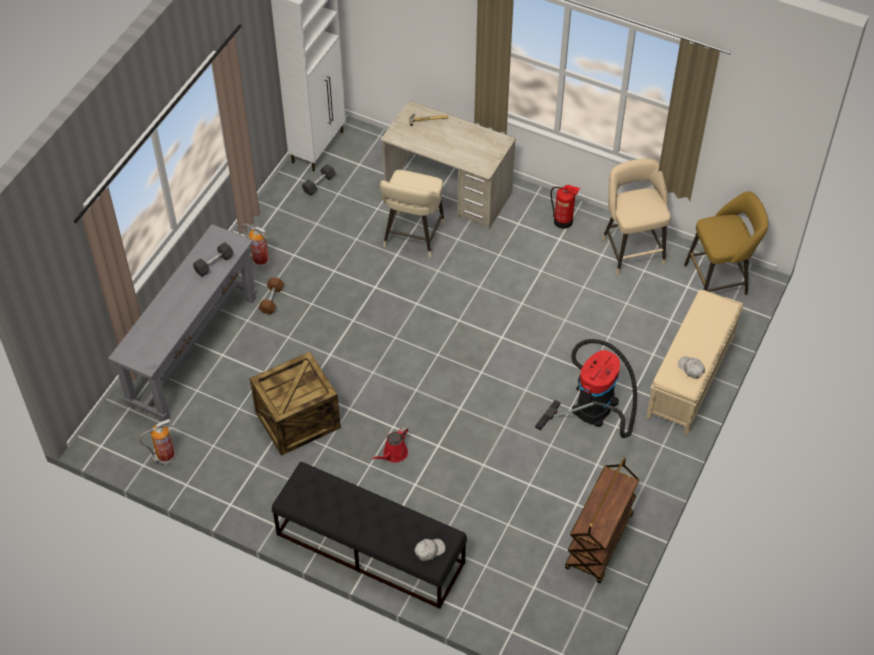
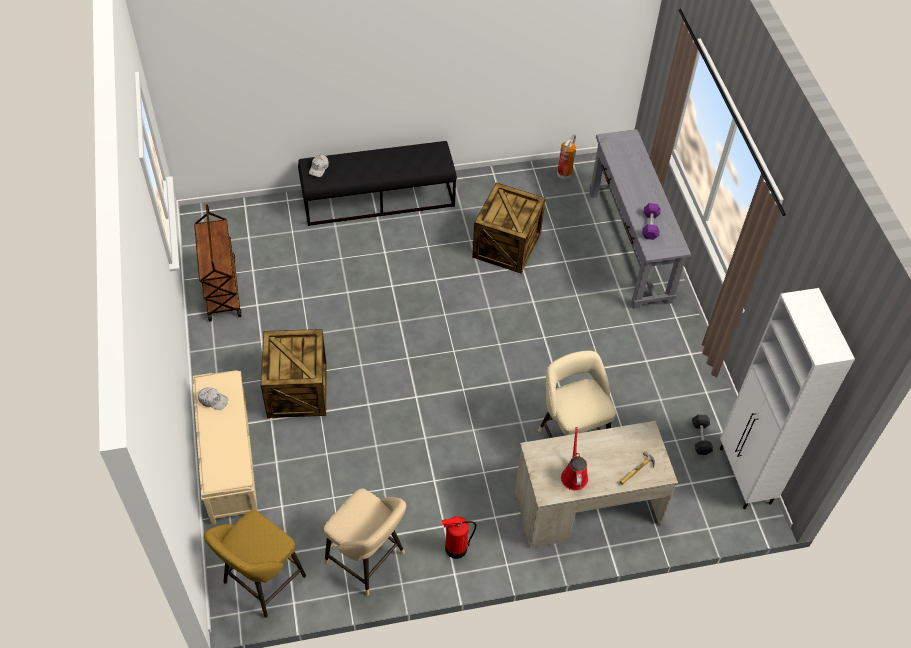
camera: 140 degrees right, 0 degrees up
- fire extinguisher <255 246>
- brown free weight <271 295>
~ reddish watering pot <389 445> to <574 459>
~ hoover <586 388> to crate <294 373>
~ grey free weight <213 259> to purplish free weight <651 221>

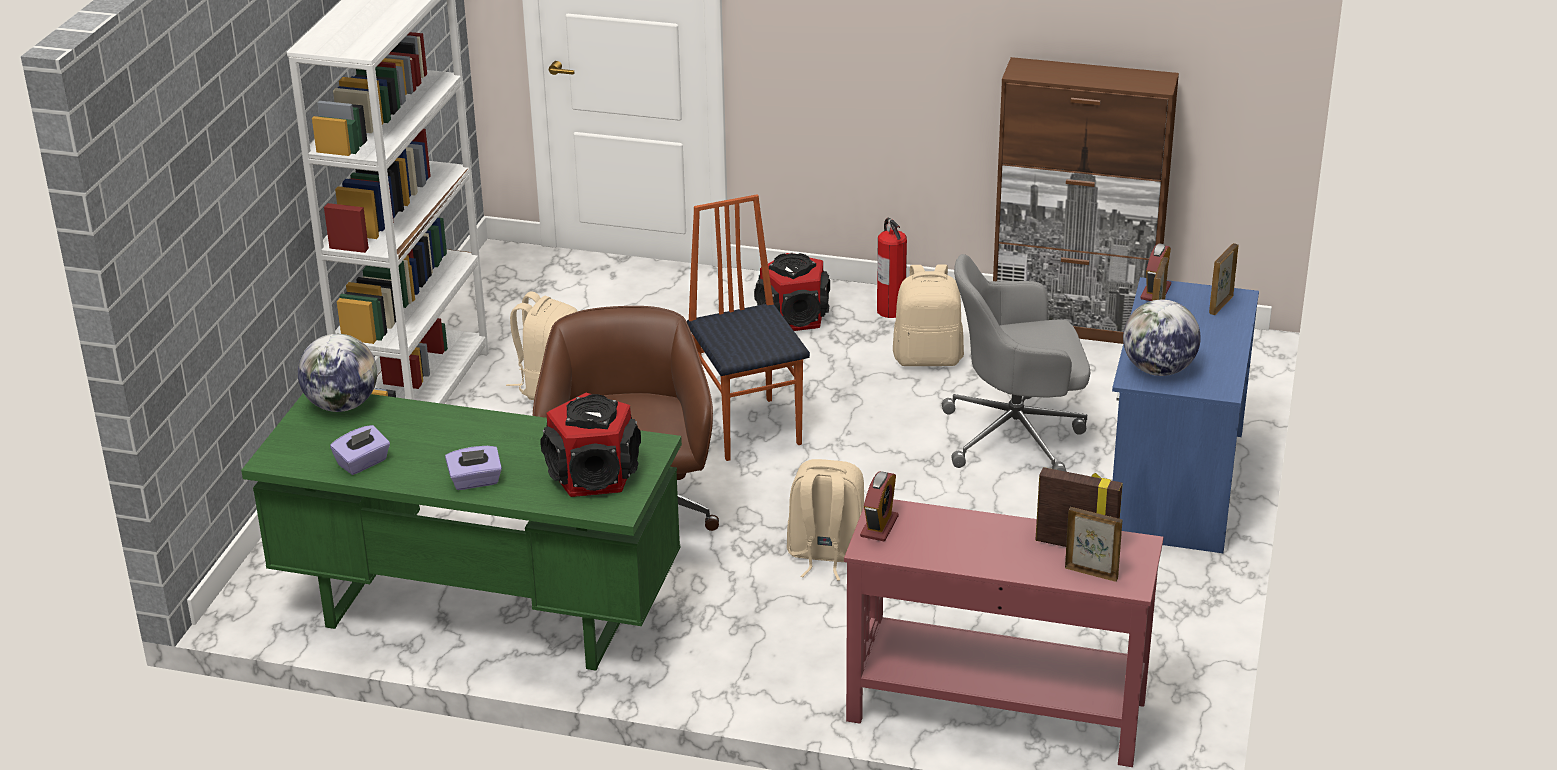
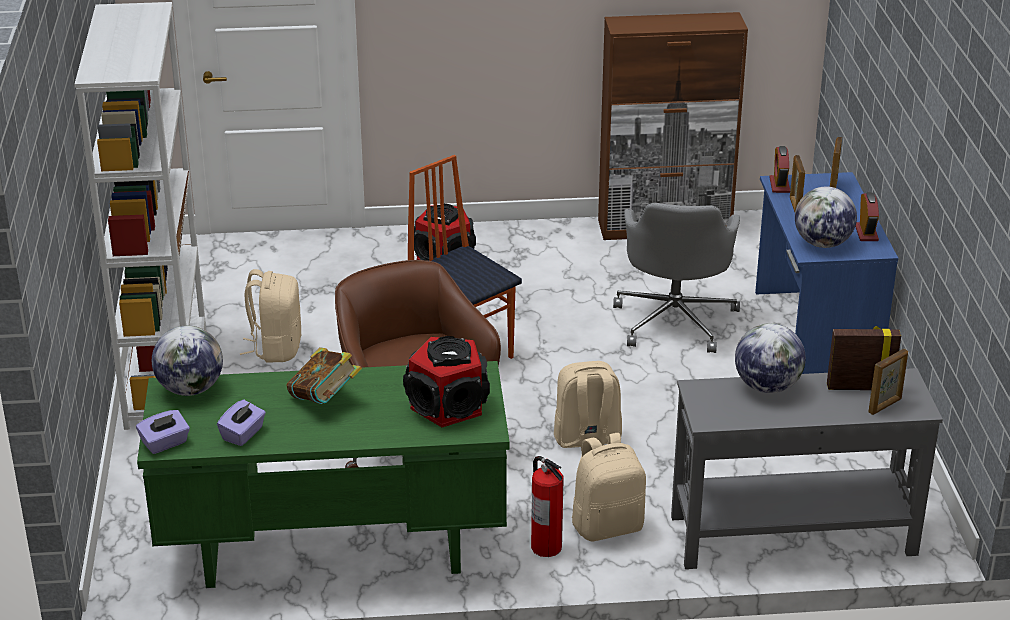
camera: 20 degrees left, 0 degrees up
+ book <324 375>
+ desk globe <770 358>
~ purplish tissue holder <473 468> to <163 432>
~ bedside clock <879 506> to <867 216>
~ fire extinguisher <892 268> to <547 506>
~ sand-coloured rucksack <928 315> to <609 487>
~ reddish narrow table <1004 633> to grey narrow table <807 468>
~ grey computer chair <1016 363> = <676 278> 60 degrees counterclockwise
~ standing frame <1093 544> = <888 382> 135 degrees clockwise

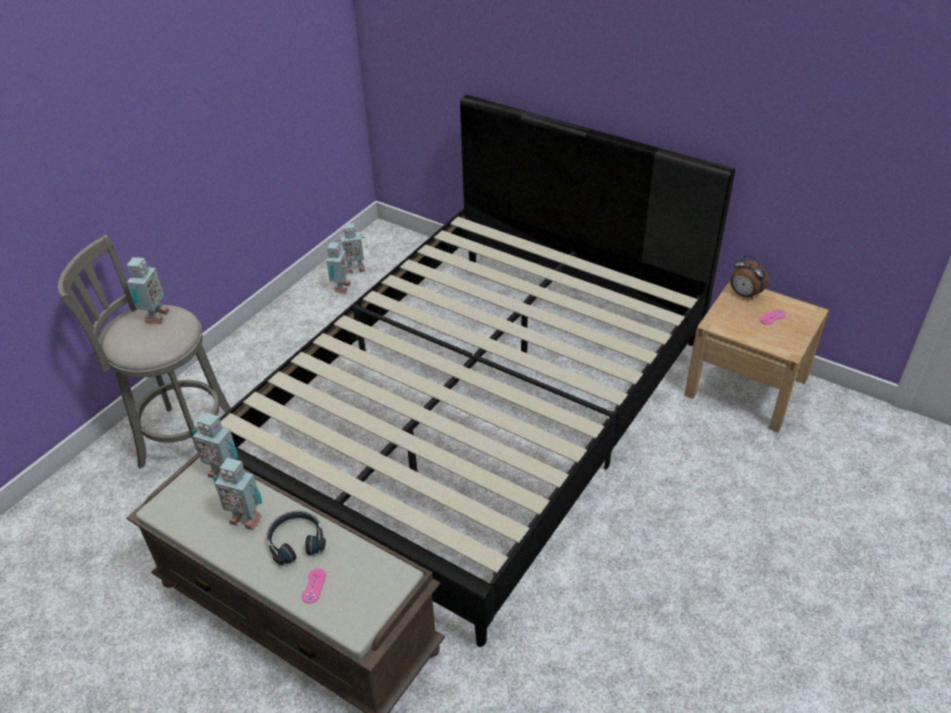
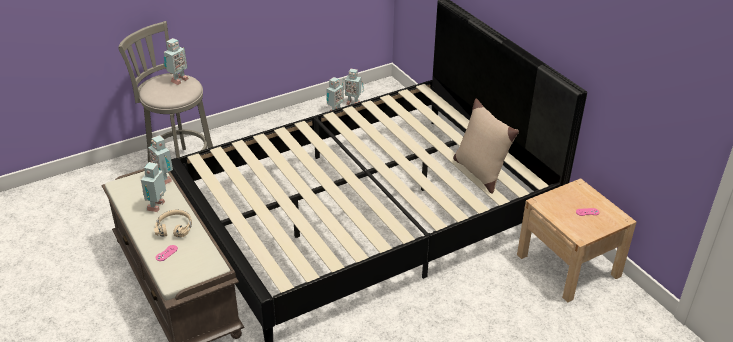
camera: 25 degrees right, 5 degrees down
- bedside clock <749 277>
+ sand-coloured throw pillow <486 146>
~ blackish headset <296 538> to sand-coloured headset <173 223>
~ robot figure <237 494> = <153 187> 60 degrees clockwise

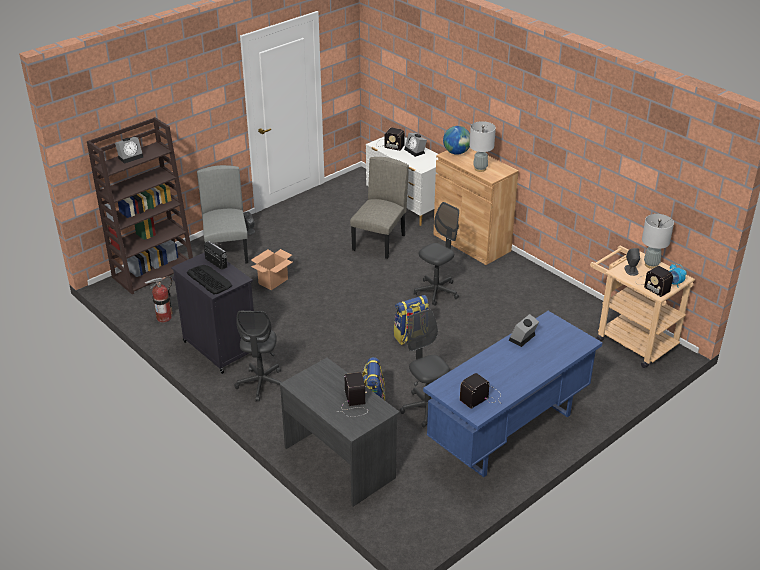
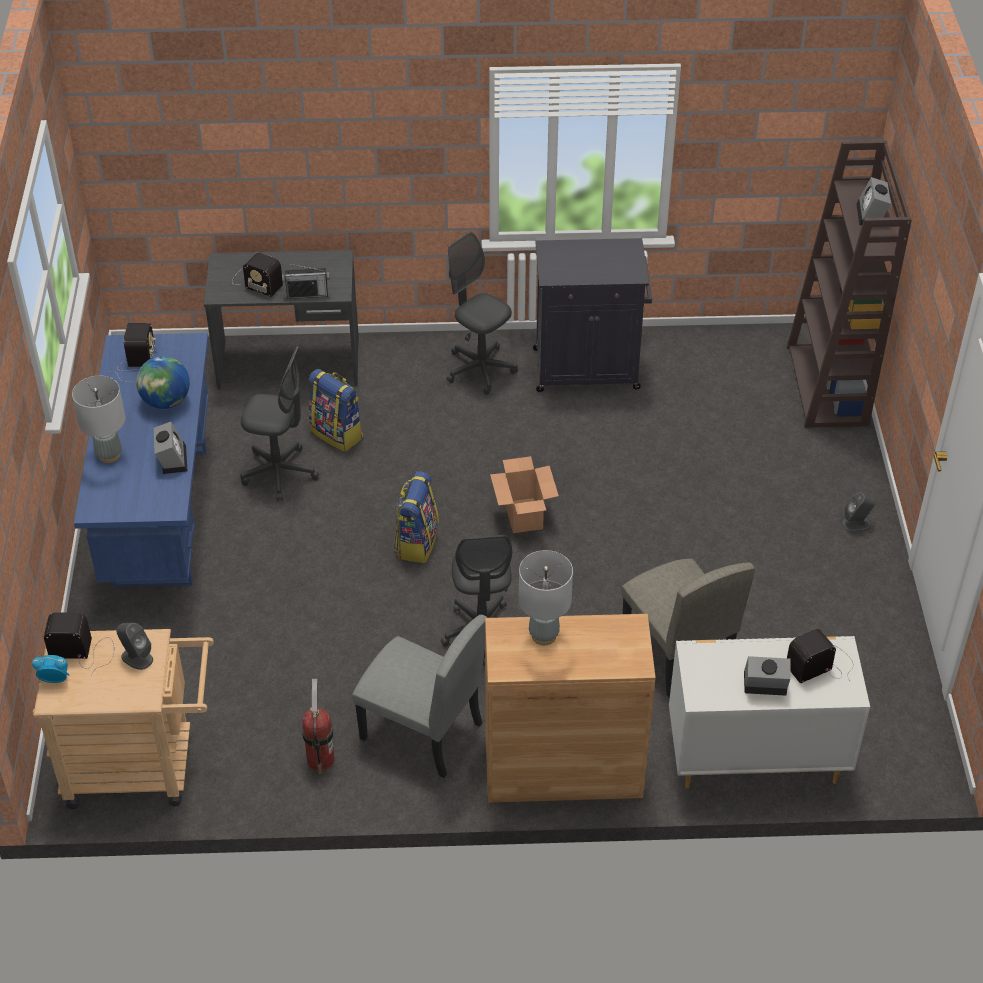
camera: 130 degrees right, 10 degrees up
- keyboard <209 279>
~ fire extinguisher <158 299> to <318 727>
~ grey chair <222 214> to <419 696>
~ radio receiver <215 255> to <306 281>
~ cardboard box <272 269> to <524 494>
~ desk globe <456 140> to <163 382>
~ grey tabletop lamp <658 241> to <98 419>

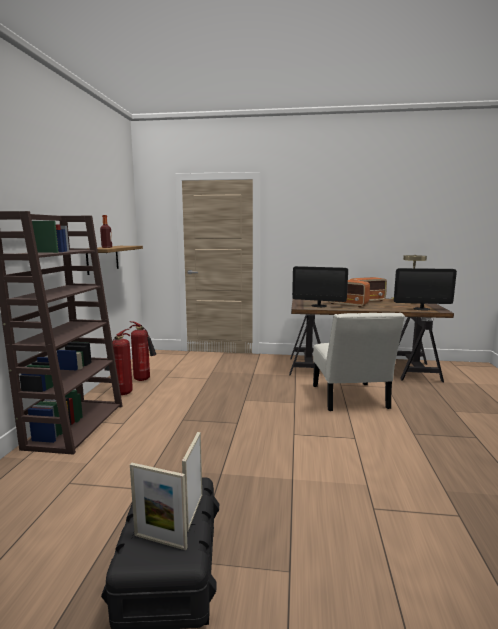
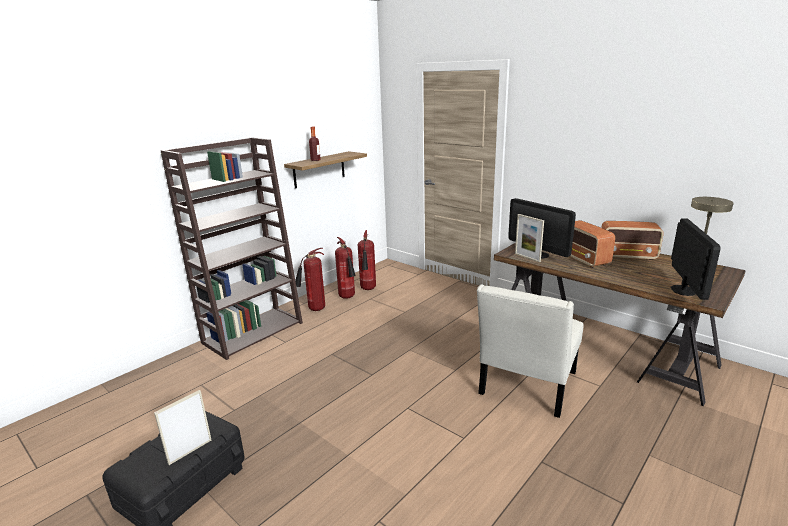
camera: 35 degrees right, 10 degrees up
+ fire extinguisher <367 260>
~ standing frame <159 506> to <529 238>
~ monitor <425 289> = <695 259> 120 degrees counterclockwise

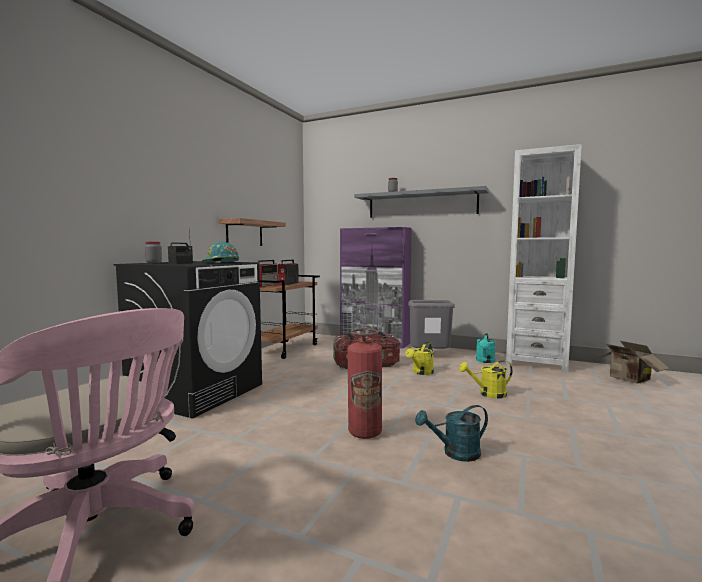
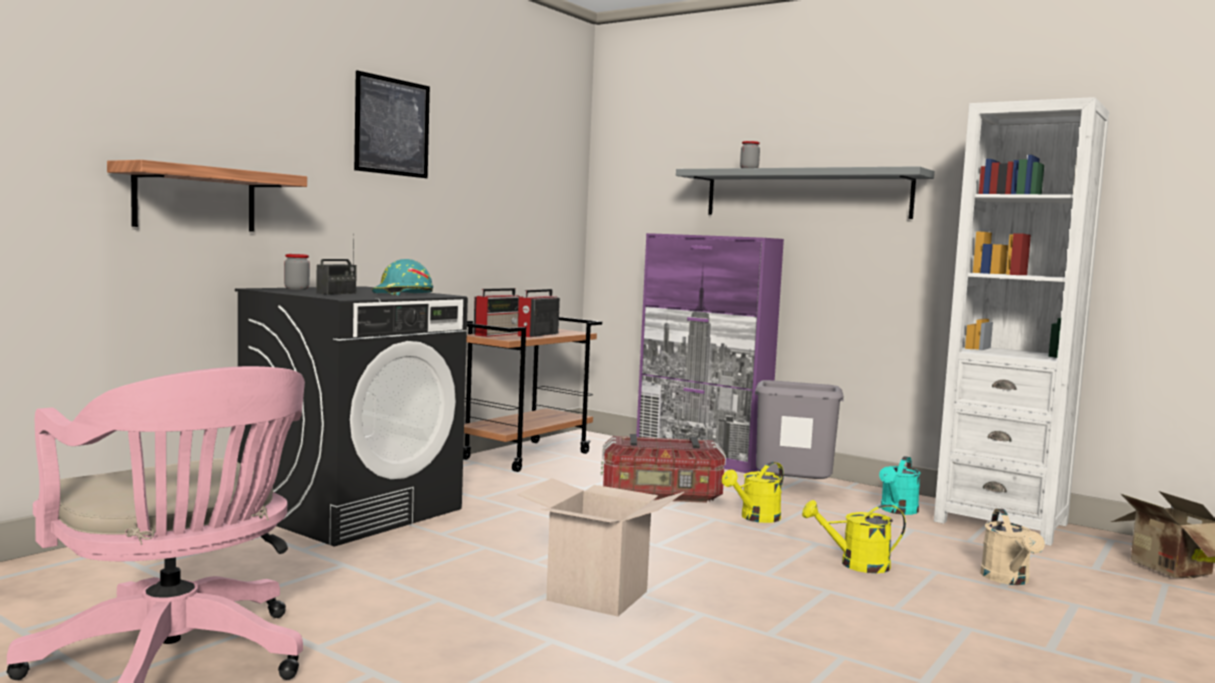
camera: 10 degrees right, 0 degrees up
- blue-green watering pot <451 433>
+ wall picture <392 124>
+ sand-coloured watering pot <1012 546>
~ wall shelf <252 232> to <207 196>
~ fire extinguisher <365 383> to cardboard box <600 547>

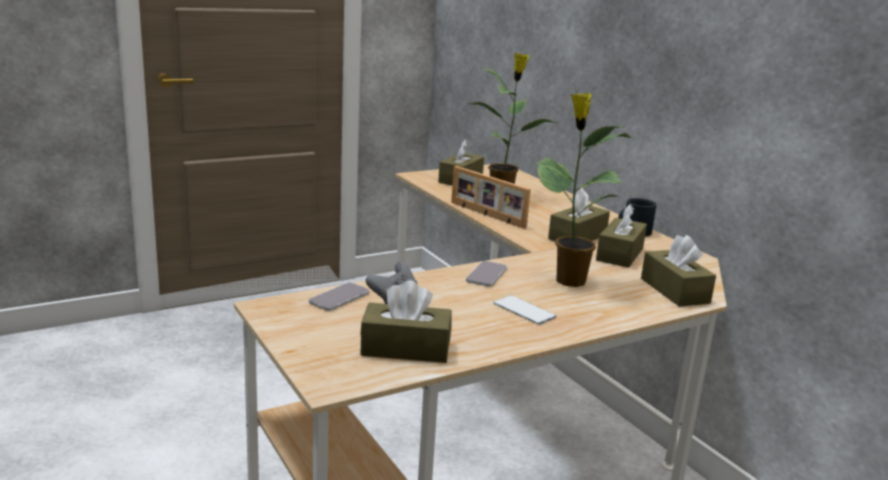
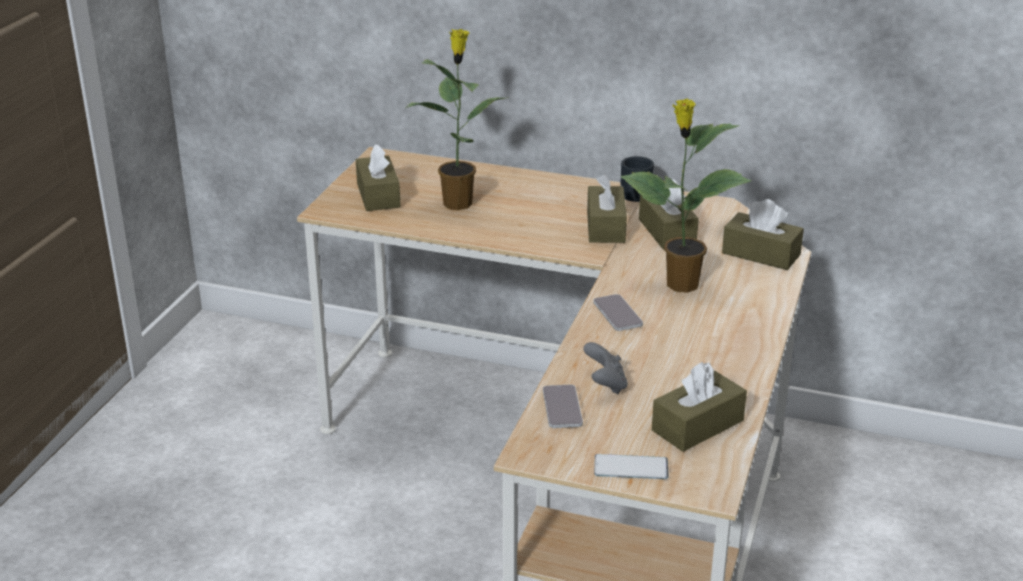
camera: 40 degrees left, 10 degrees up
- standing frame <491 197>
~ handset <525 309> to <631 466>

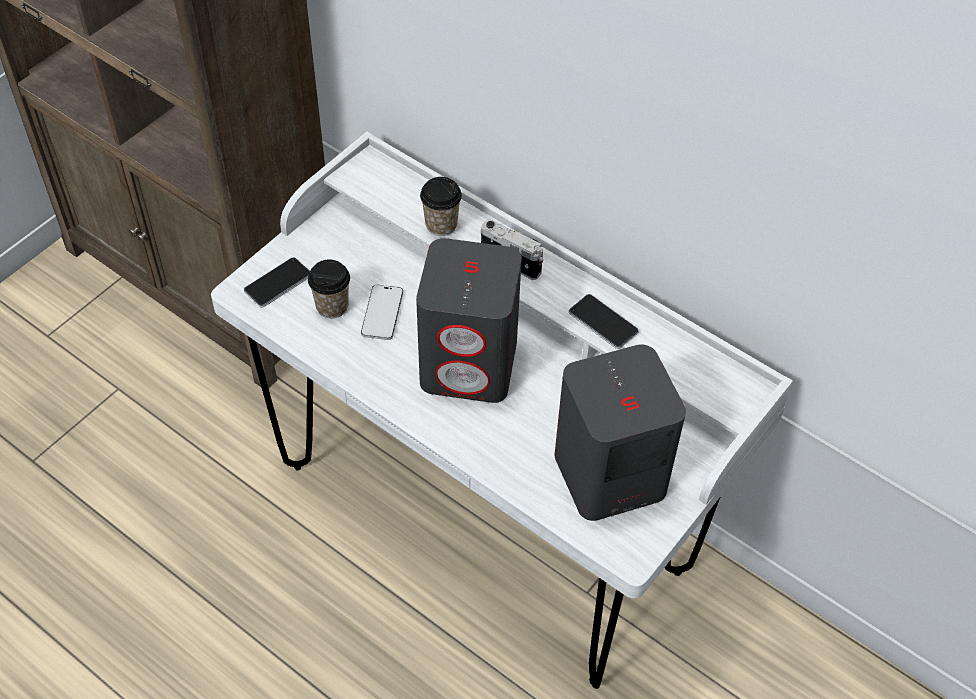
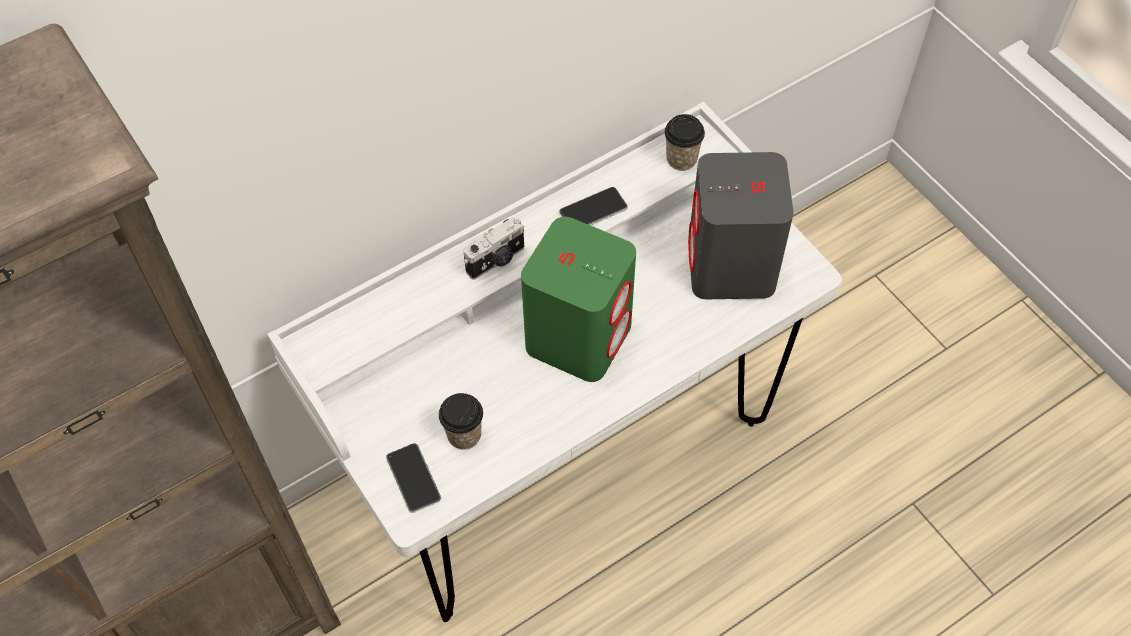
camera: 70 degrees left, 5 degrees up
- handset <382 312>
~ drinking cup <441 206> to <685 142>
~ grey speaker <469 320> to green speaker <578 299>

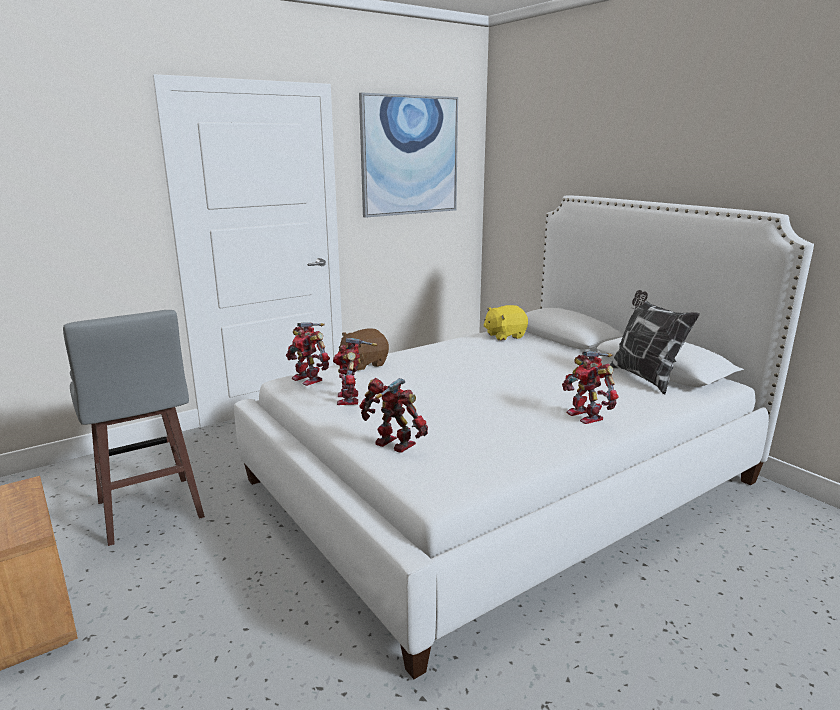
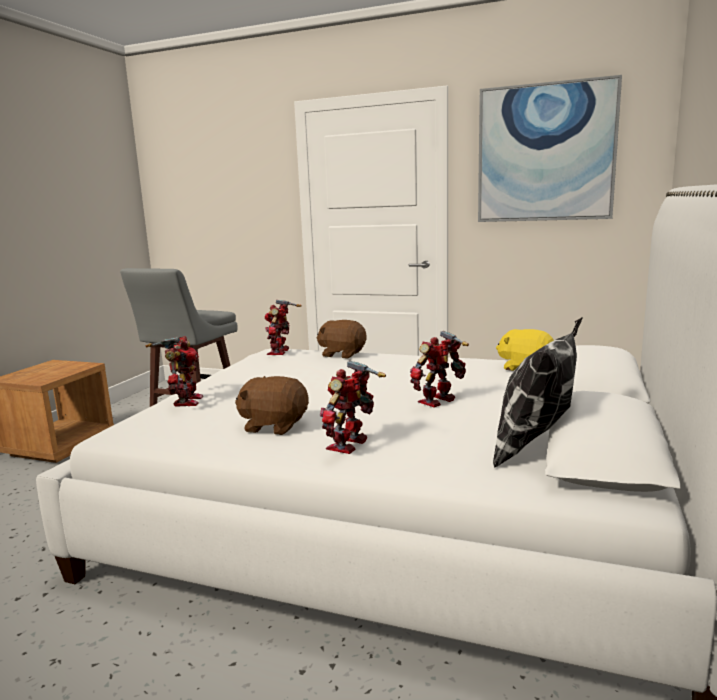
camera: 55 degrees right, 5 degrees down
+ brown soft toy <272 405>
~ robot figure <355 371> to <439 369>

